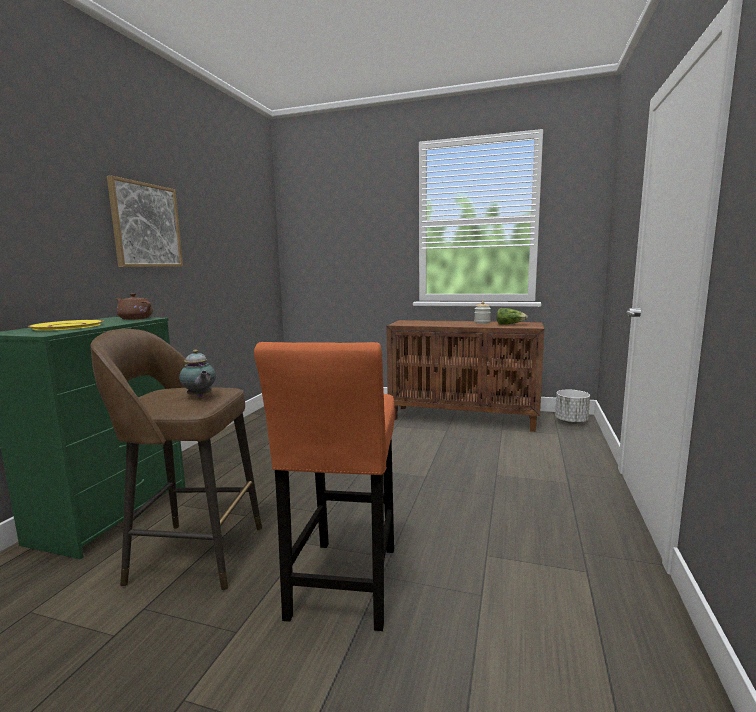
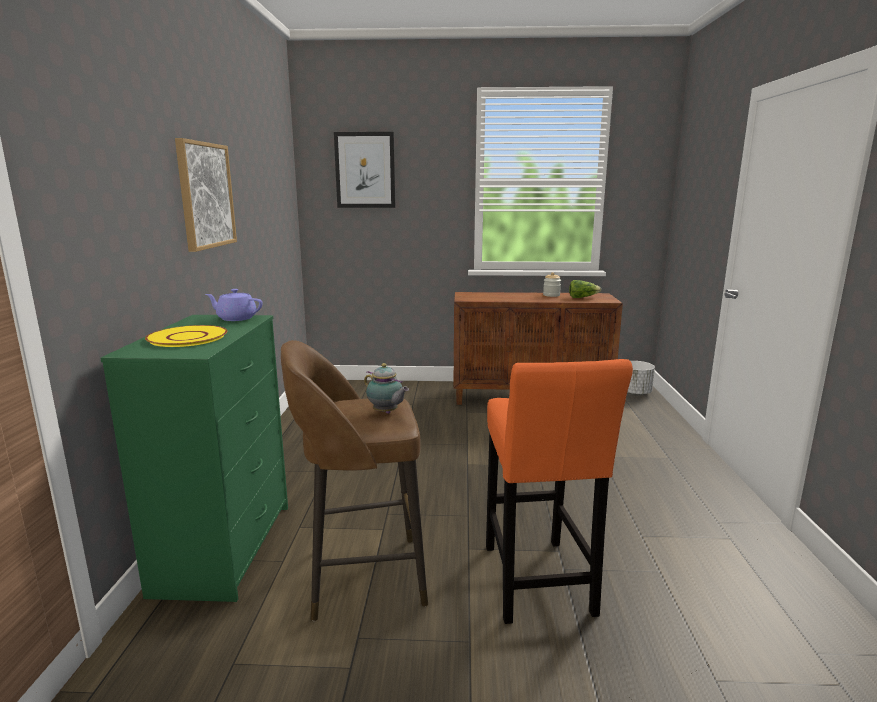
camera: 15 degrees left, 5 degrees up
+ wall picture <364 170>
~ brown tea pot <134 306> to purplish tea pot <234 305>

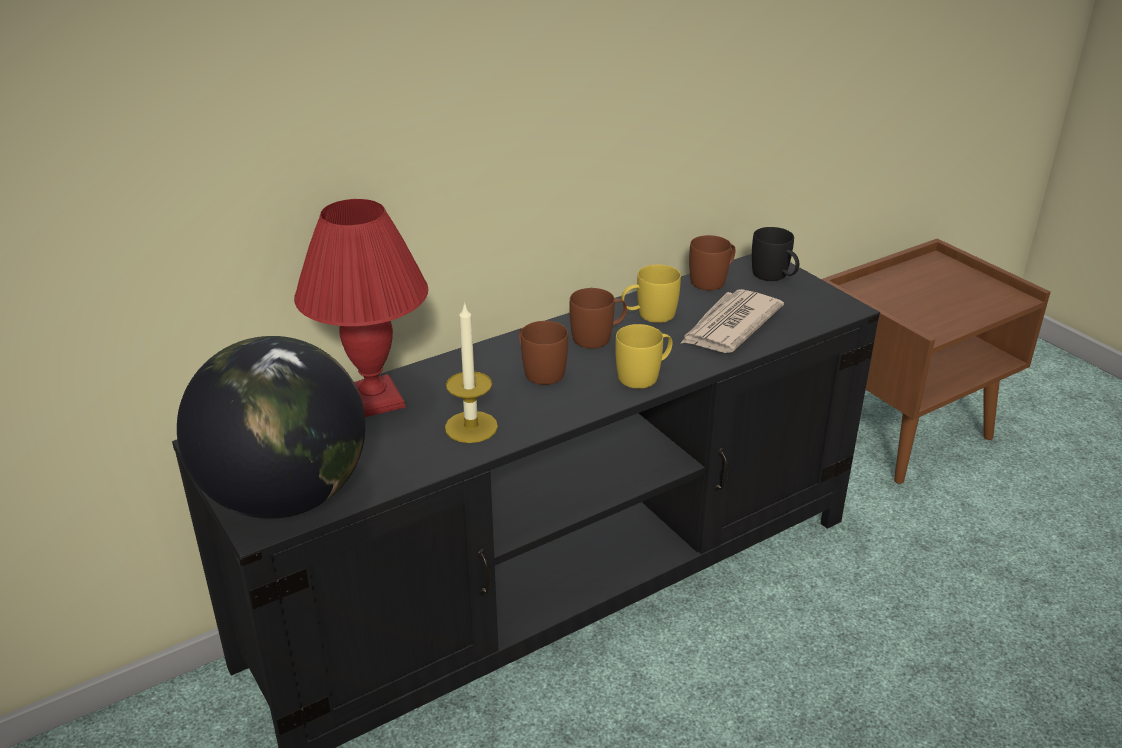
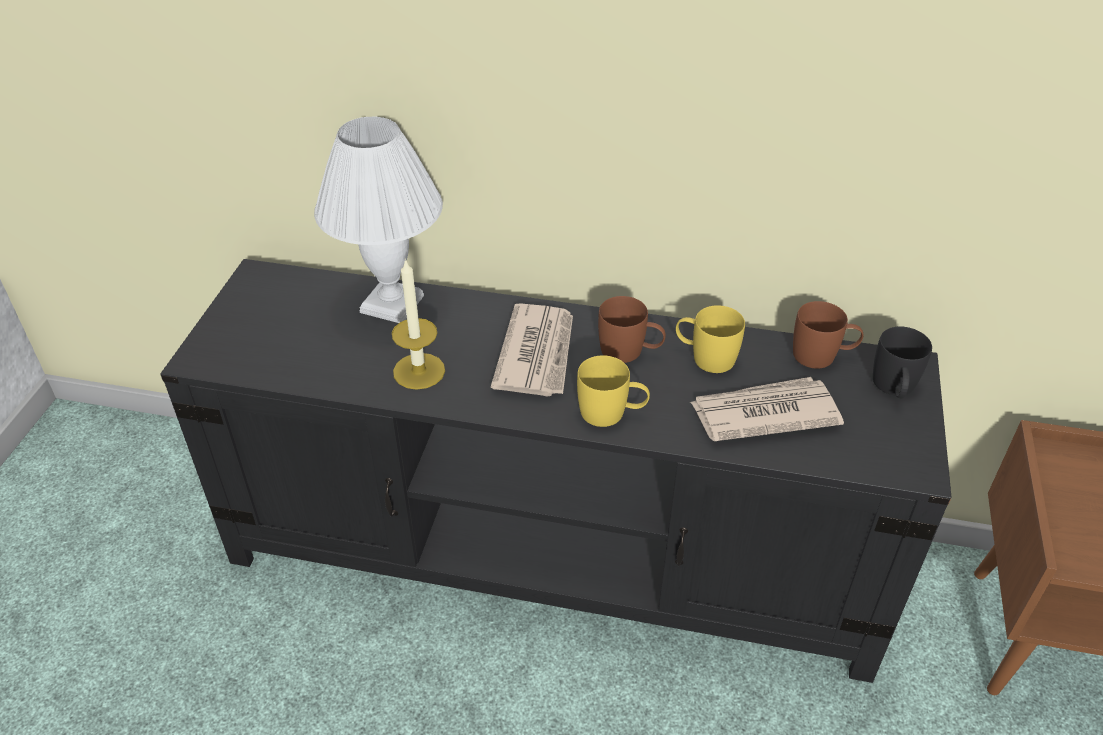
camera: 45 degrees right, 10 degrees up
- desk globe <271 427>
~ brown coffee mug <543 353> to newspaper <532 350>
~ reddish tabletop lamp <361 308> to whitish tabletop lamp <378 219>

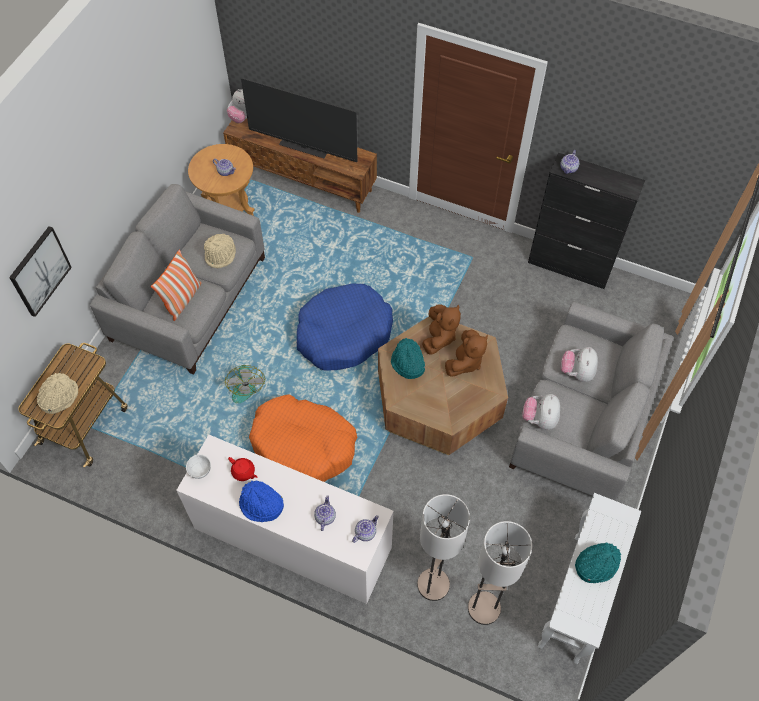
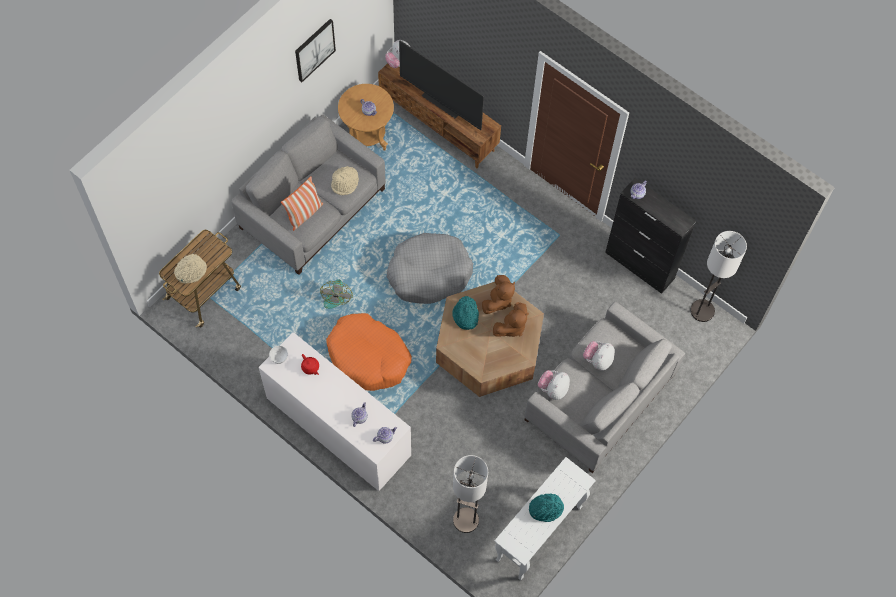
camera: 15 degrees right, 5 degrees up
- blue-coloured wearable hat <261 501>
~ wall picture <40 271> to <315 50>
~ standard lamp <443 547> to <718 276>
~ blue-coloured dog bed <345 327> to grey dog bed <430 268>

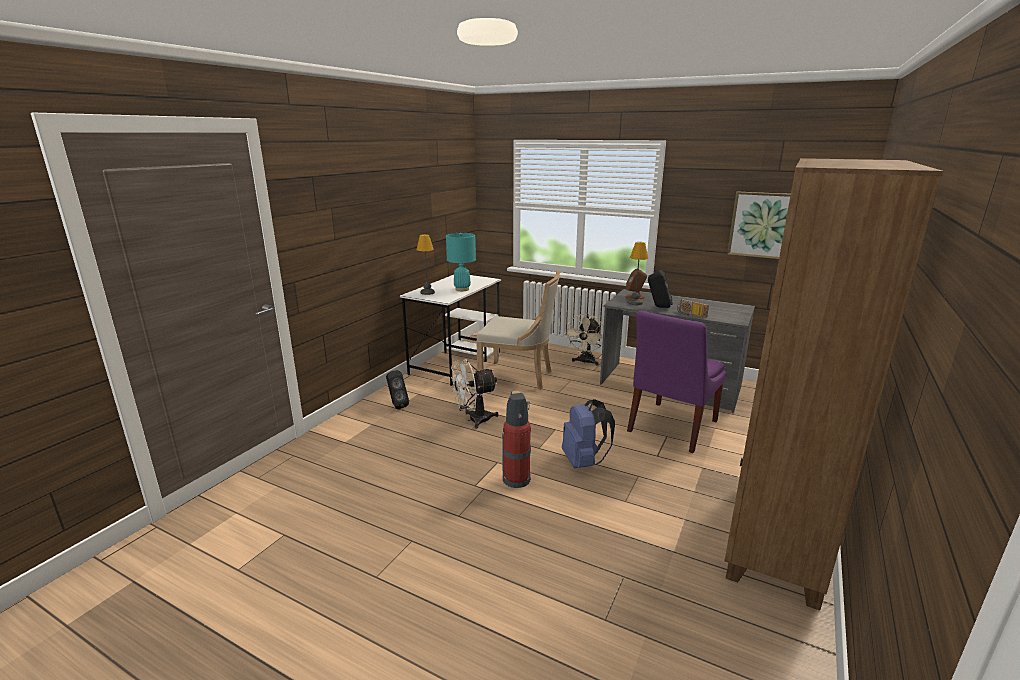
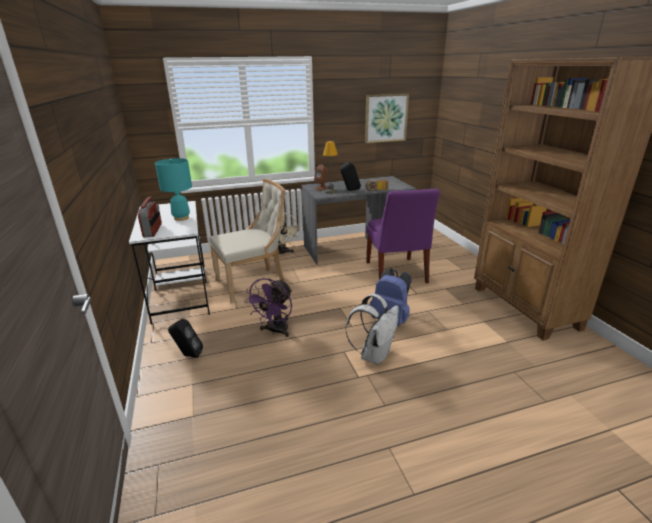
camera: 45 degrees left, 5 degrees up
~ tabletop lamp <426 264> to radio receiver <150 217>
~ fire extinguisher <516 439> to whitish rucksack <372 329>
~ whitish fan <474 394> to purplish fan <268 307>

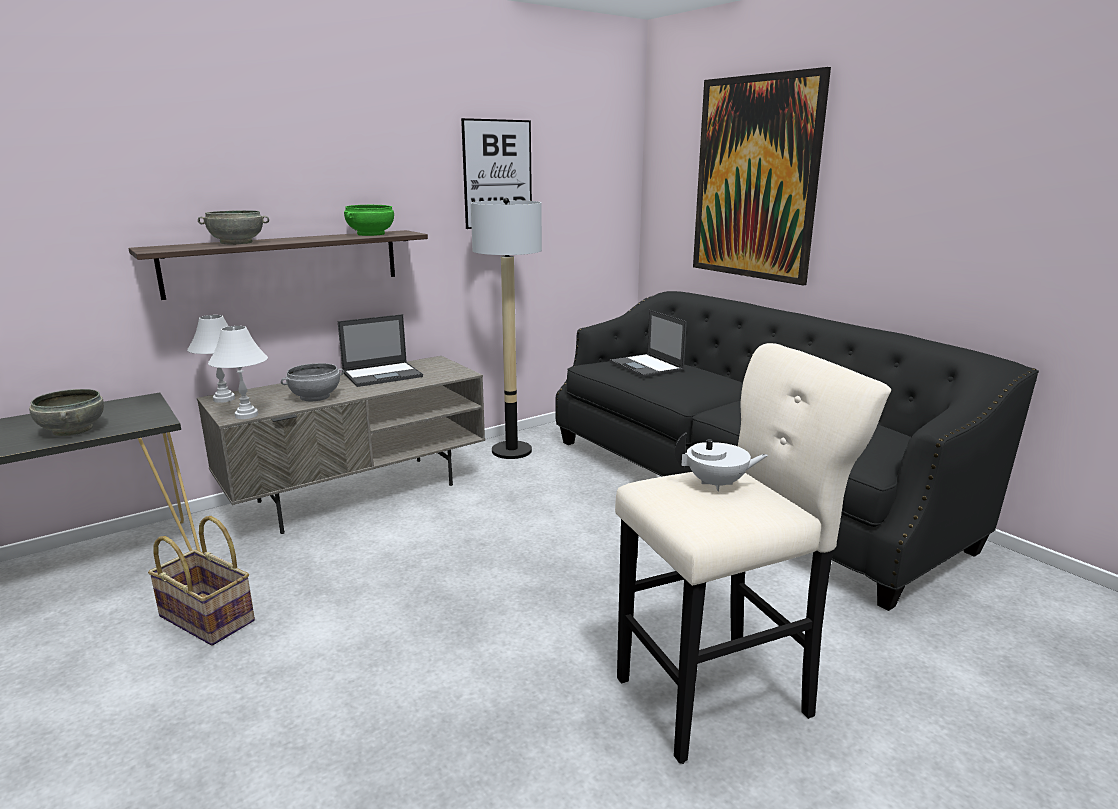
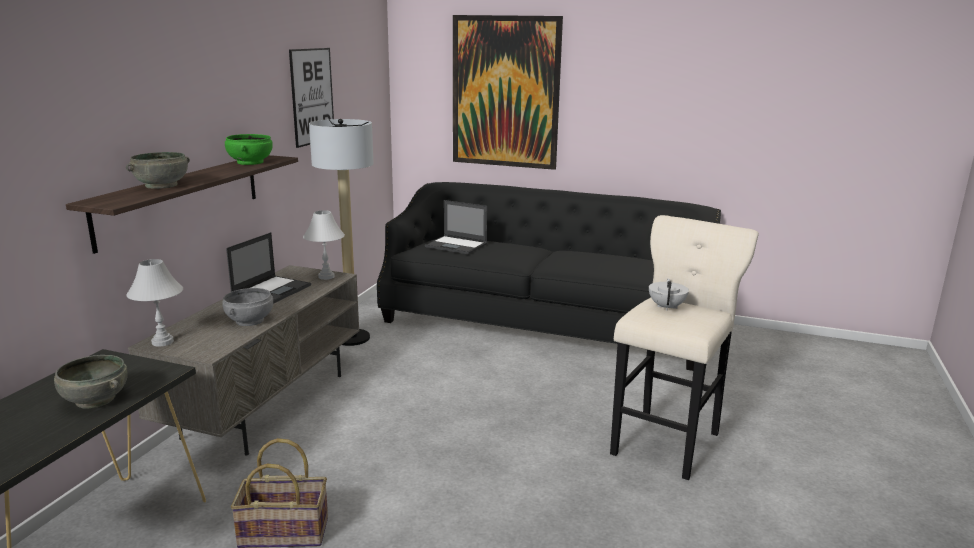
camera: 35 degrees left, 0 degrees up
~ whitish tabletop lamp <238 372> to <324 245>
~ whitish tea pot <721 461> = <669 295> 45 degrees counterclockwise

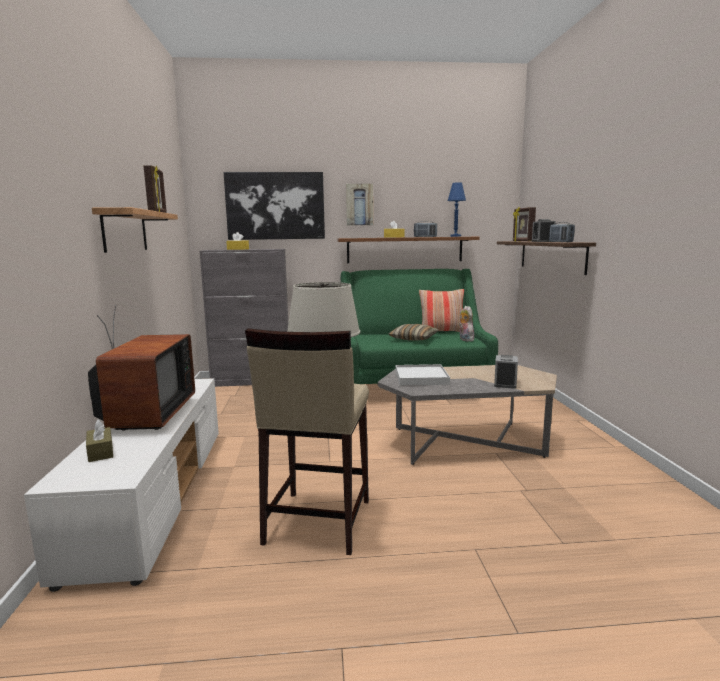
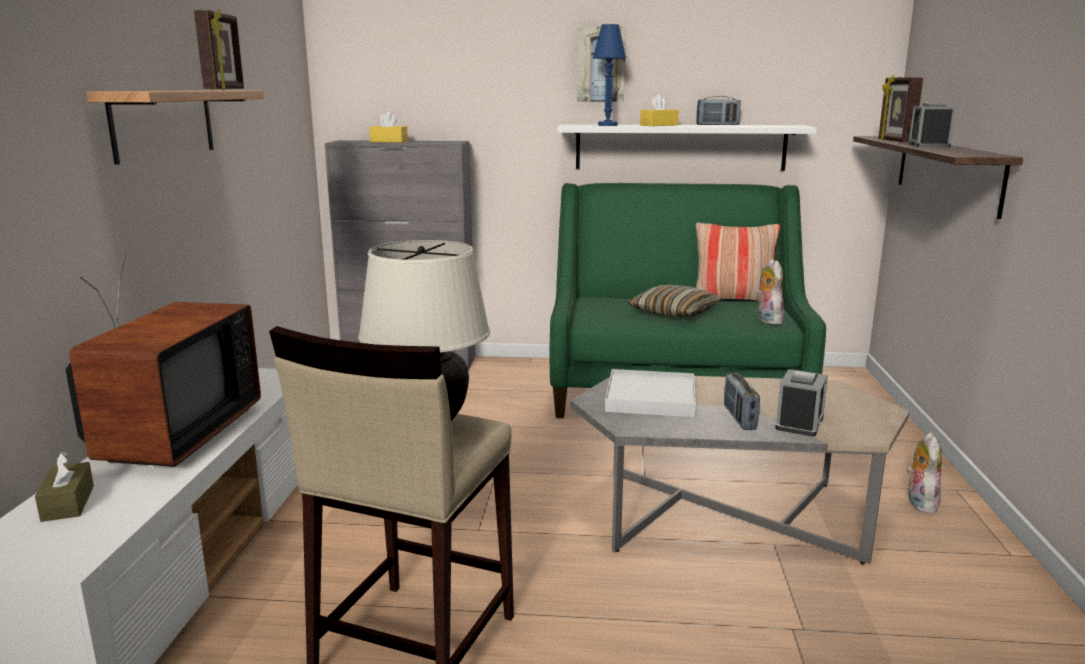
camera: 10 degrees right, 5 degrees up
- wall picture <274 206>
+ soft toy <924 473>
~ blue-coloured tabletop lamp <457 209> to <609 75>
~ radio receiver <562 232> to <742 401>
~ brown wall shelf <408 250> to whitish wall shelf <687 147>

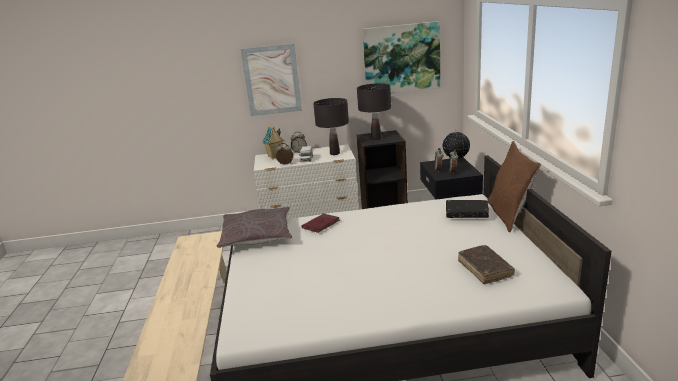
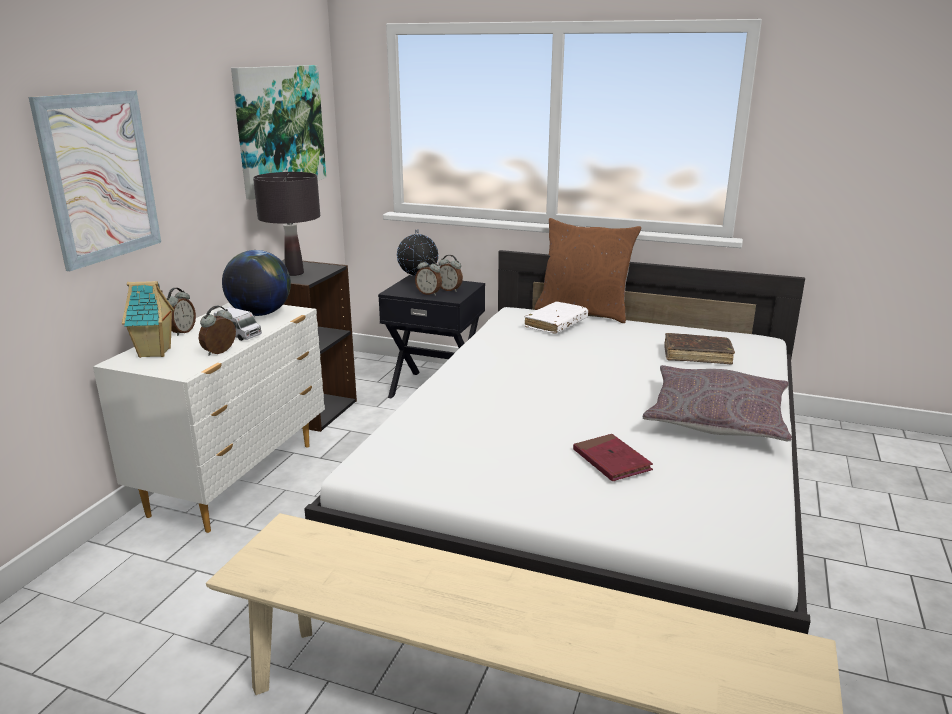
camera: 65 degrees left, 0 degrees up
~ grey throw pillow <254 227> to <717 403>
~ reddish book <320 223> to <613 457>
~ blackish tabletop lamp <331 126> to desk globe <256 283>
~ blackish book <467 209> to whitish book <556 318>

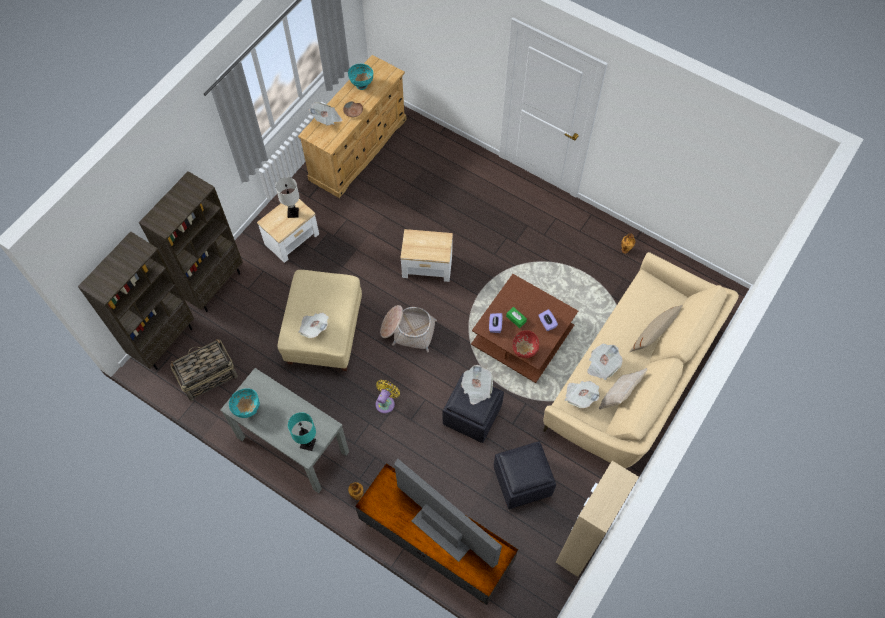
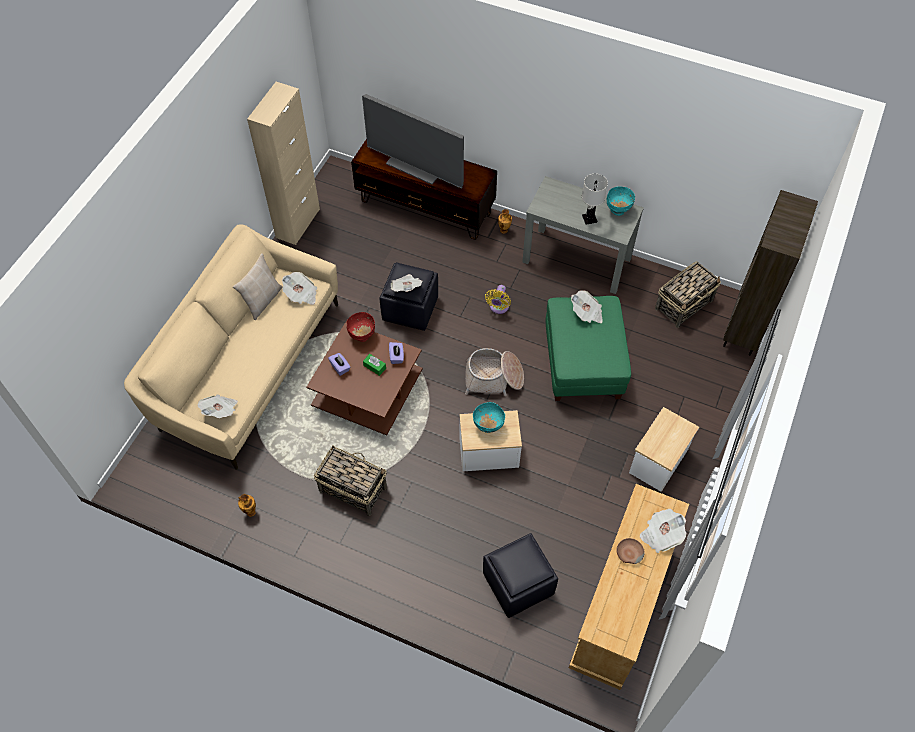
camera: 170 degrees right, 5 degrees down
- brown bookshelf <191 241>
- blue-green tabletop lamp <302 431>
- sand-coloured throw pillow <656 328>
+ household basket <350 480>
~ whitish tabletop lamp <288 197> to <595 199>
~ blue-green deep dish <360 77> to <489 417>
~ blackish pouffe <525 475> to <520 575>
~ newspaper <605 361> to <217 406>
~ sand-coloured pouffe <319 320> to green pouffe <588 348>

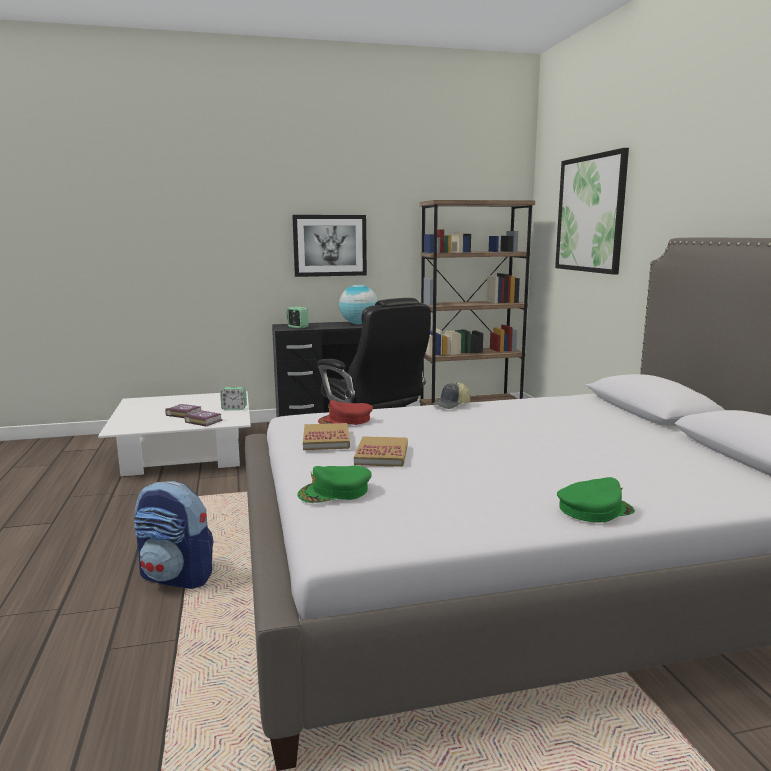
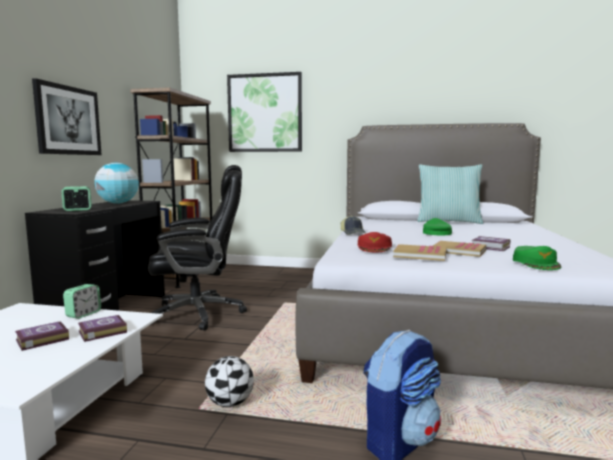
camera: 65 degrees left, 5 degrees down
+ ball for football <229 381>
+ throw pillow <450 194>
+ book <491 243>
~ green cap <596 499> to <437 226>

